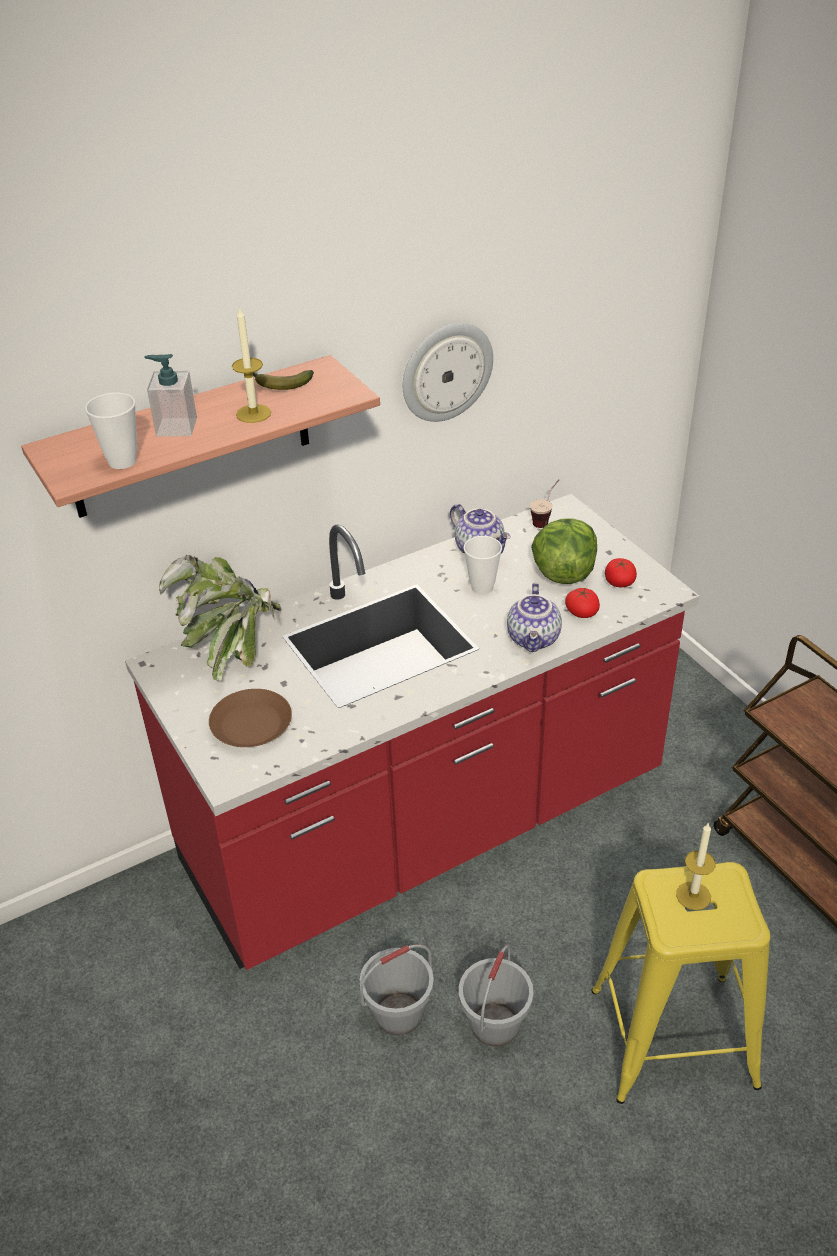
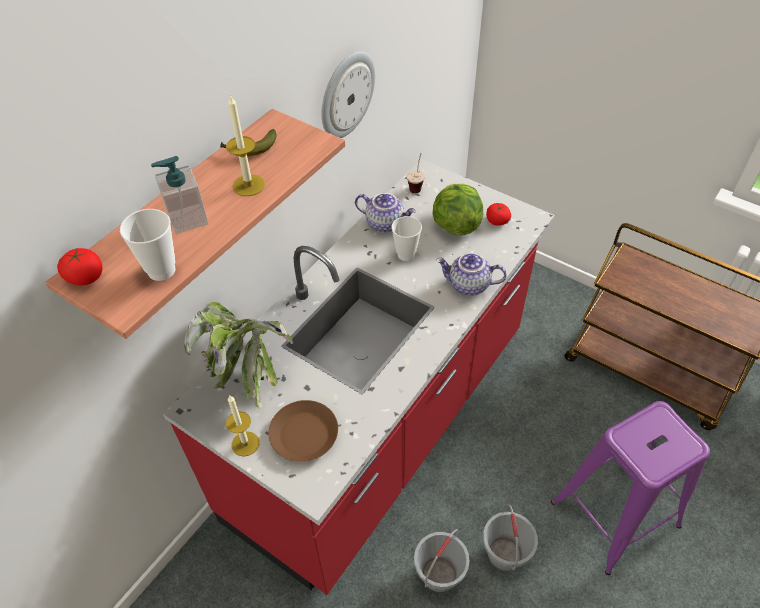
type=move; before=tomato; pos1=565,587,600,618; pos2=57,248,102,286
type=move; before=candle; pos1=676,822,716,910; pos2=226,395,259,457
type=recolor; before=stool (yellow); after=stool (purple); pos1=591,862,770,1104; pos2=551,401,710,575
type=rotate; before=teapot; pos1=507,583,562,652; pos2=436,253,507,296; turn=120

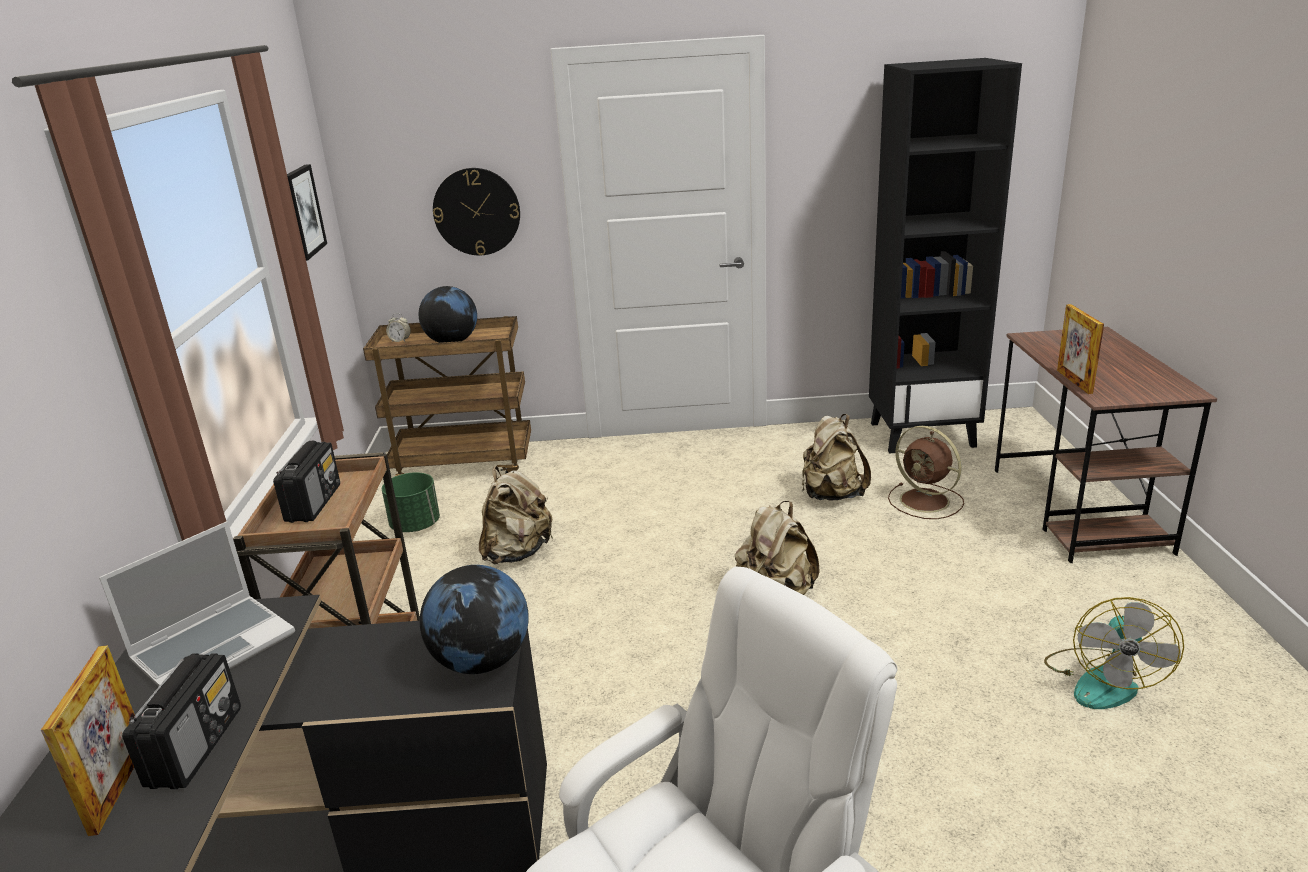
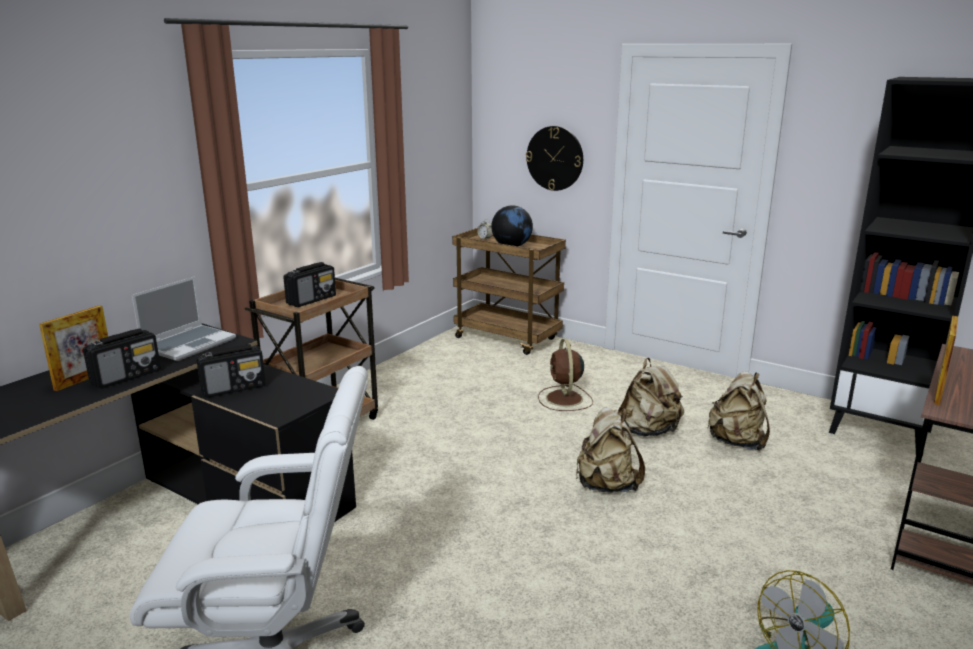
type=delete; before=picture; pos1=287,164,327,261
type=delete; before=planter (green); pos1=382,472,440,532
type=delete; before=globe; pos1=420,565,529,674
type=insert; after=radio; pos2=196,344,266,398
type=move; before=backpack (beige); pos1=479,466,553,564; pos2=618,357,684,437
type=move; before=fan (brown); pos1=888,426,964,519; pos2=538,339,593,411
type=rotate; before=laptop; pos1=99,521,295,686; pos2=132,276,236,361; turn=-45

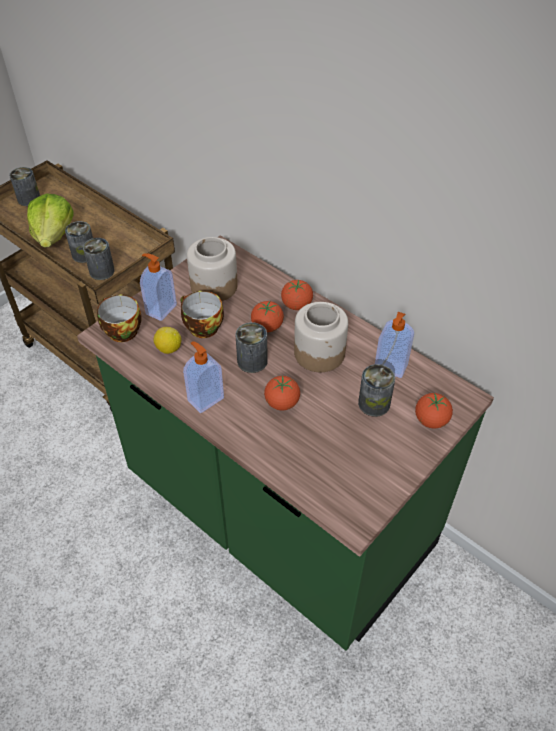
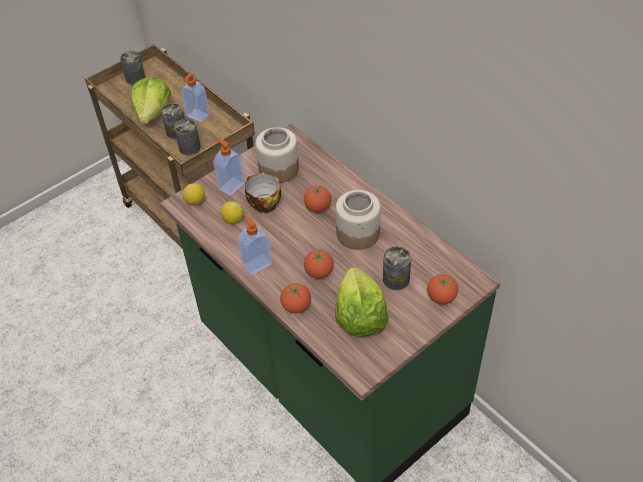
type=delete; before=can; pos1=236,322,268,373
type=insert; after=lettuce; pos2=335,267,389,337
type=move; before=tomato; pos1=281,280,313,310; pos2=280,283,311,313
type=move; before=soap dispenser; pos1=375,312,414,378; pos2=181,73,210,122
type=replace; before=cup; after=lemon; pos1=97,295,142,342; pos2=183,183,205,205

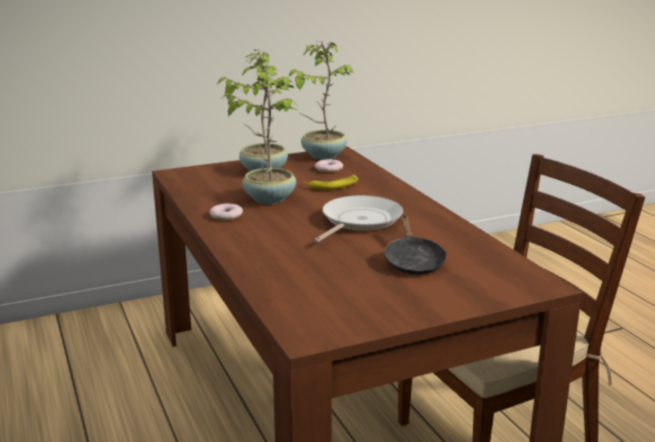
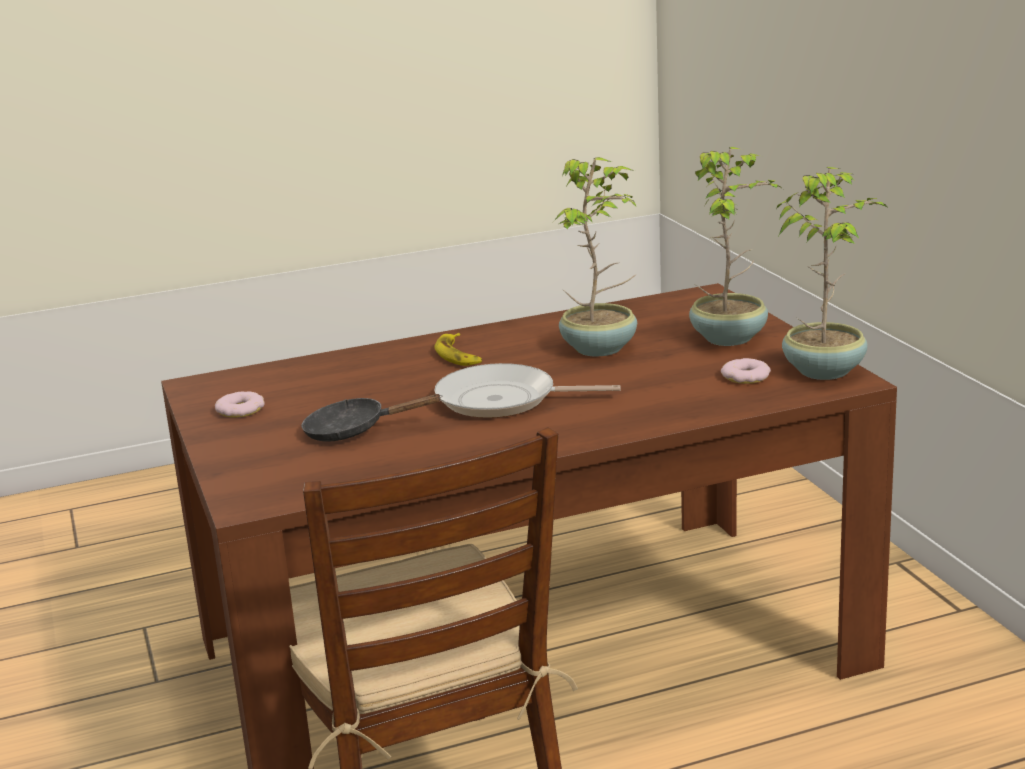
type=move; before=donut; pos1=210,203,243,221; pos2=215,391,265,418
type=move; before=banana; pos1=303,175,358,190; pos2=435,333,482,366
type=rotate; before=frying pan; pos1=314,195,403,243; pos2=434,363,621,418; turn=150

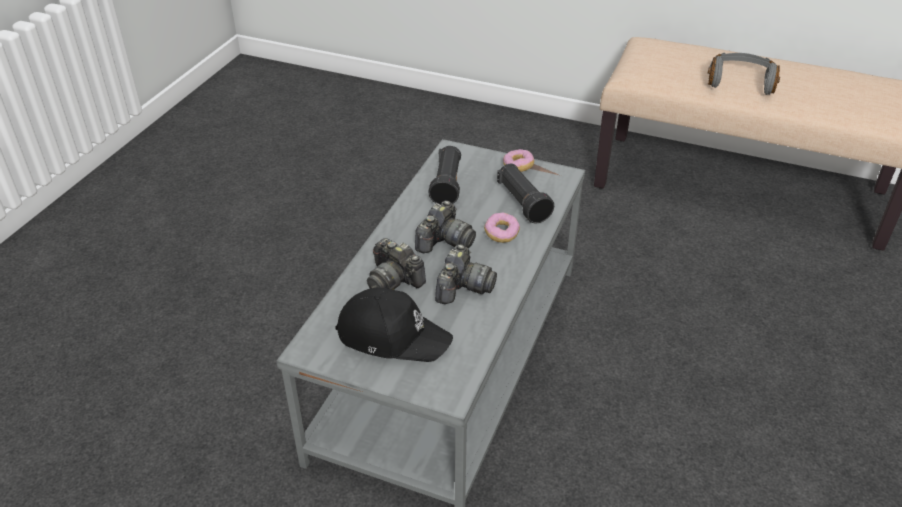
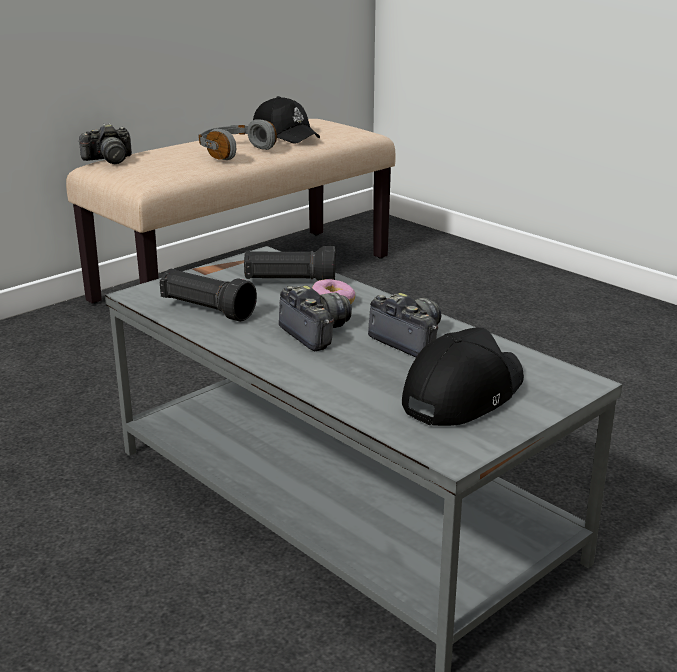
type=delete; before=donut; pos1=503,149,534,172
type=insert; after=cap (black); pos2=253,96,320,144
type=move; before=photo camera; pos1=367,238,426,290; pos2=78,123,132,164

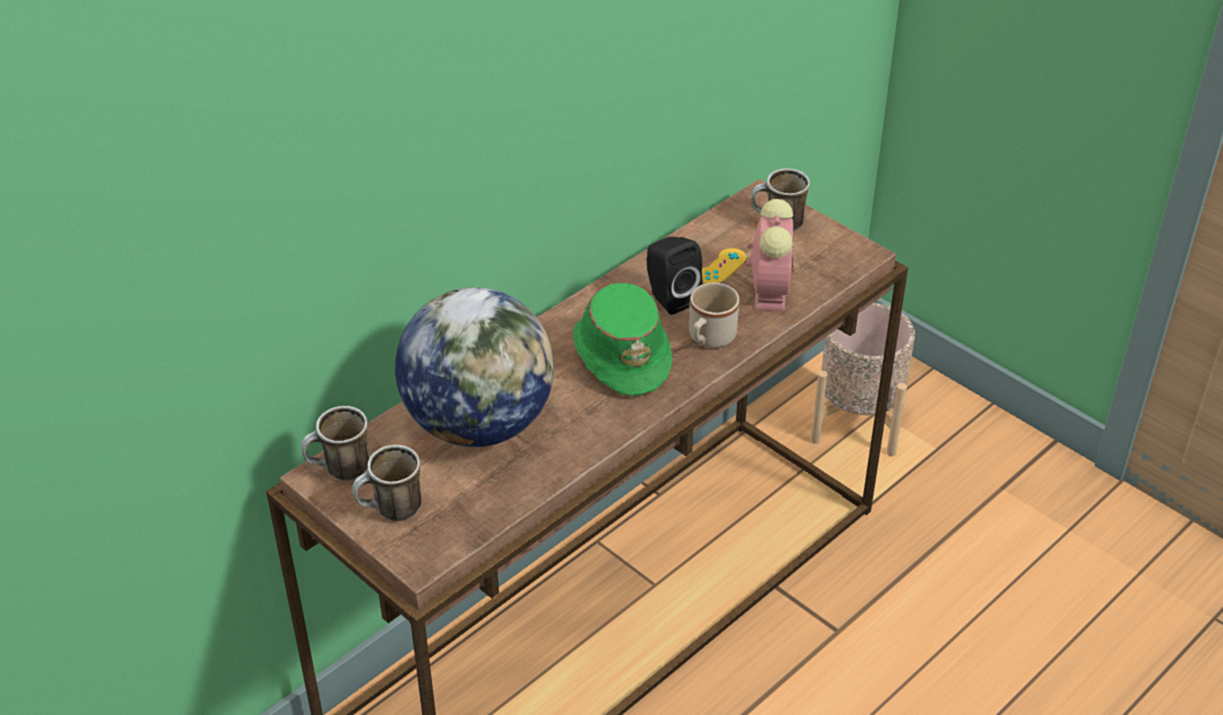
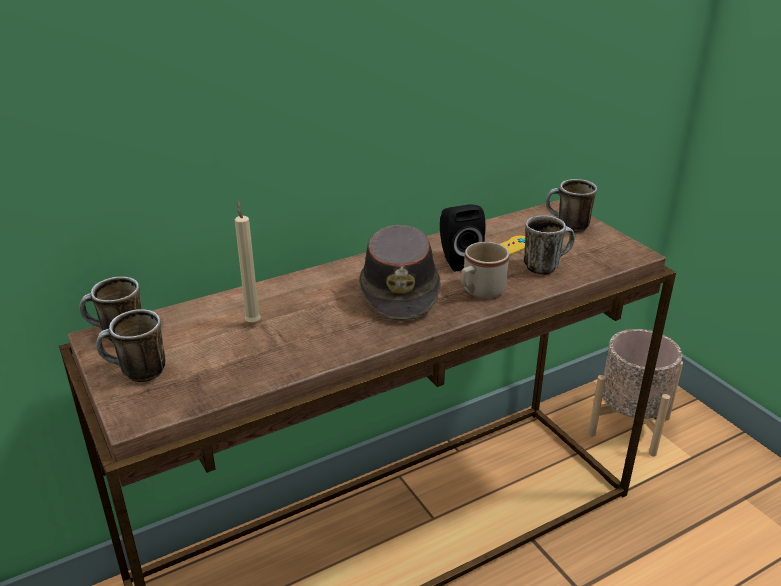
type=replace; before=globe; after=candle (beige); pos1=395,287,554,447; pos2=235,200,261,324
type=replace; before=alarm clock; after=mug; pos1=746,199,794,311; pos2=524,215,575,275
type=recolor; before=hat (green); after=hat (brown); pos1=573,283,672,397; pos2=359,225,441,321

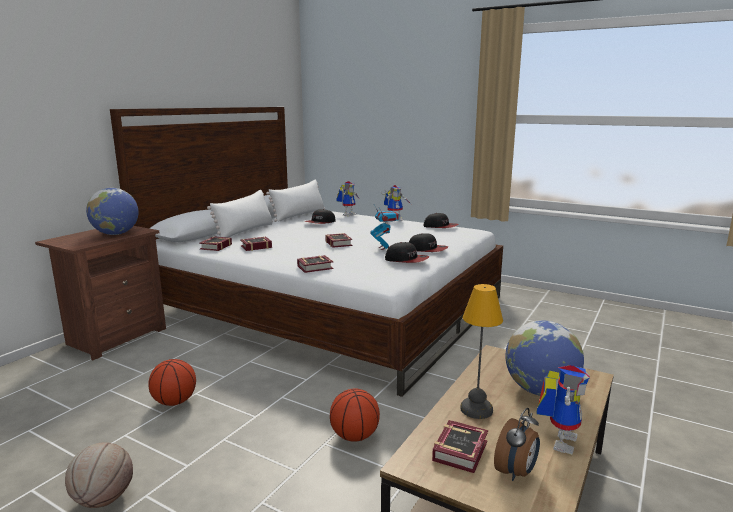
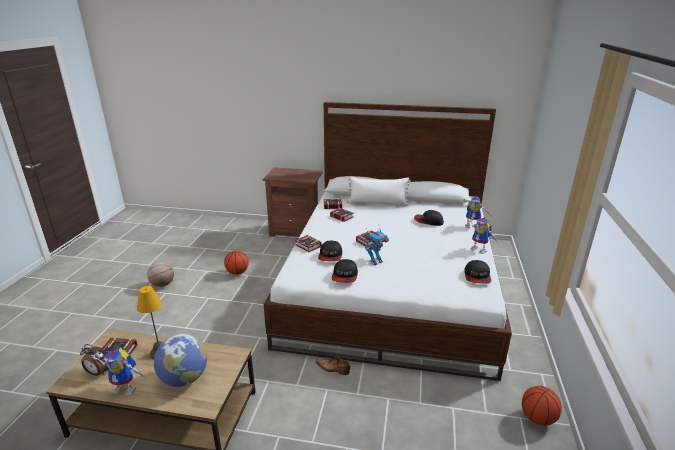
type=delete; before=globe; pos1=86,188,138,235
type=delete; before=pillow (white); pos1=266,180,325,222
type=insert; after=shoe; pos2=316,357,350,375
type=move; before=basketball; pos1=330,389,380,442; pos2=522,386,562,426
type=move; before=cap; pos1=409,233,449,252; pos2=318,241,342,262

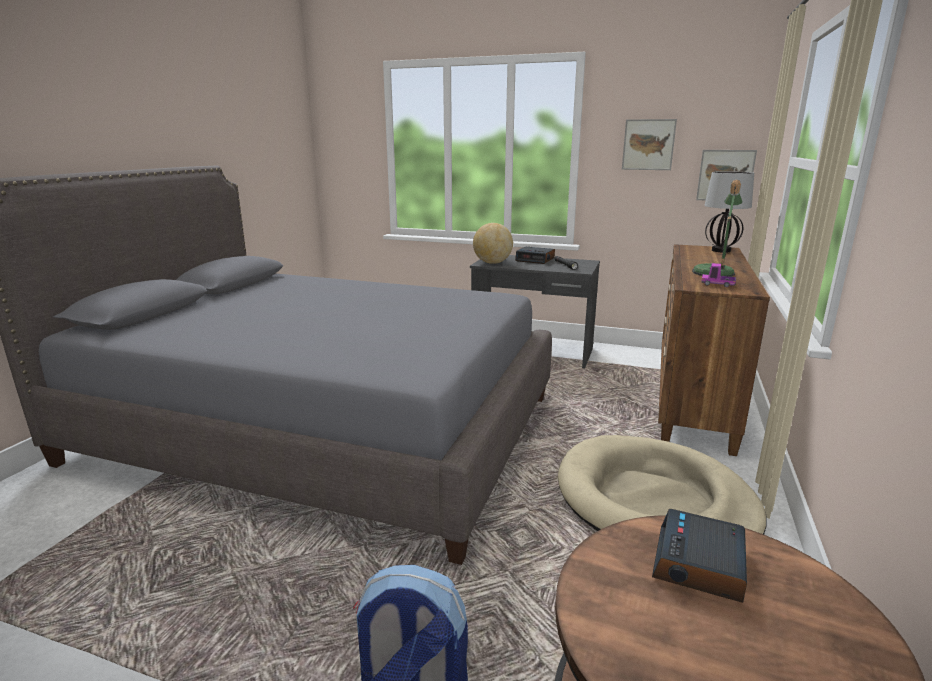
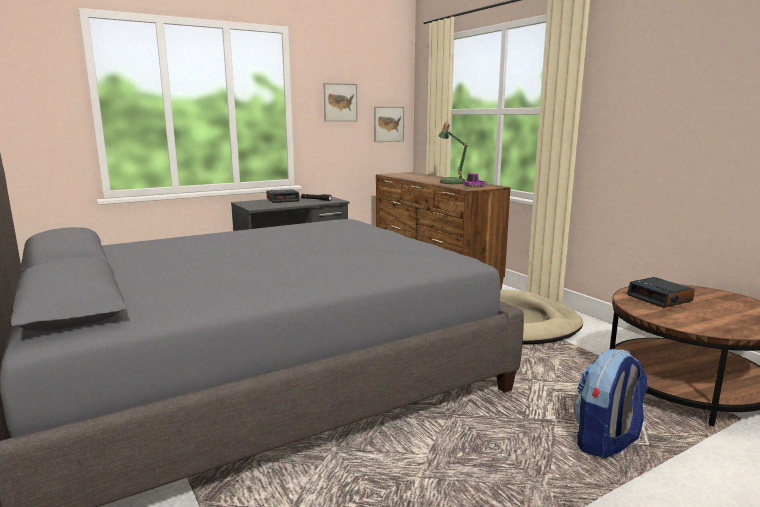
type=delete; before=globe; pos1=473,223,513,264
type=delete; before=table lamp; pos1=704,171,754,253

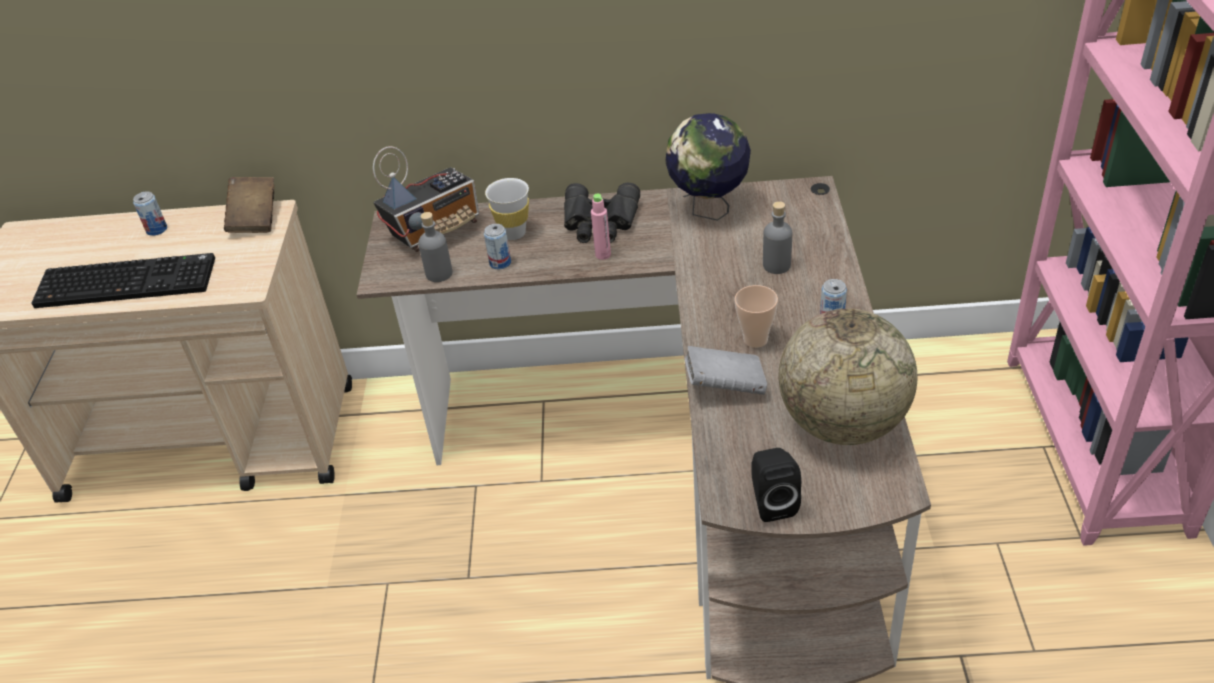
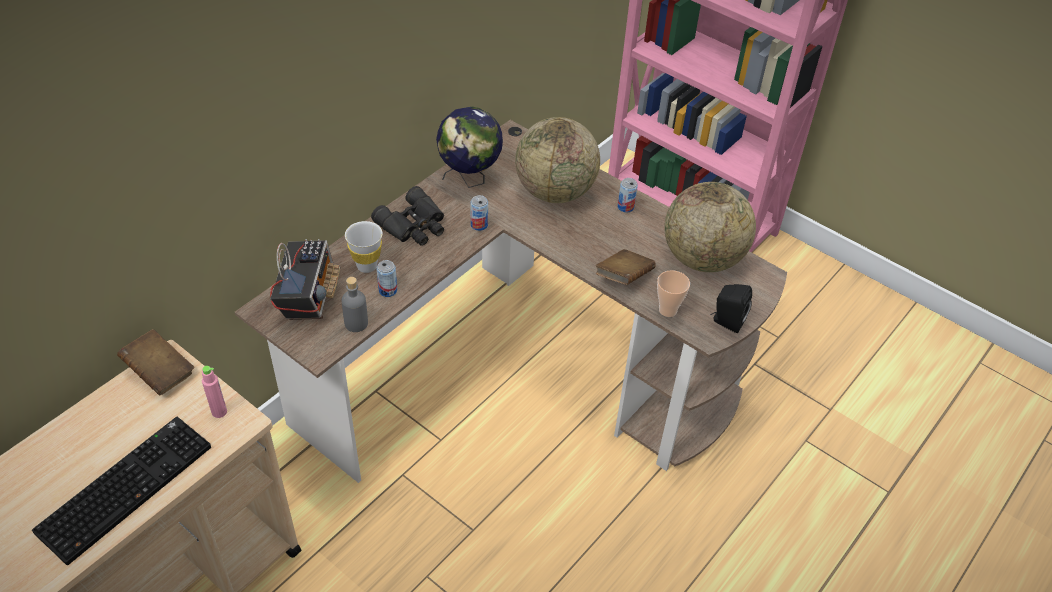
type=move; before=can; pos1=133,192,167,236; pos2=471,195,488,231
type=move; before=bottle (pink); pos1=591,193,611,260; pos2=202,366,227,418
type=move; before=cup; pos1=735,285,778,348; pos2=657,270,690,317
type=replace; before=bottle (grey); after=globe; pos1=763,201,792,274; pos2=515,117,600,203
type=recolor; before=book (grey); after=book (brown); pos1=684,346,767,395; pos2=596,249,656,285

